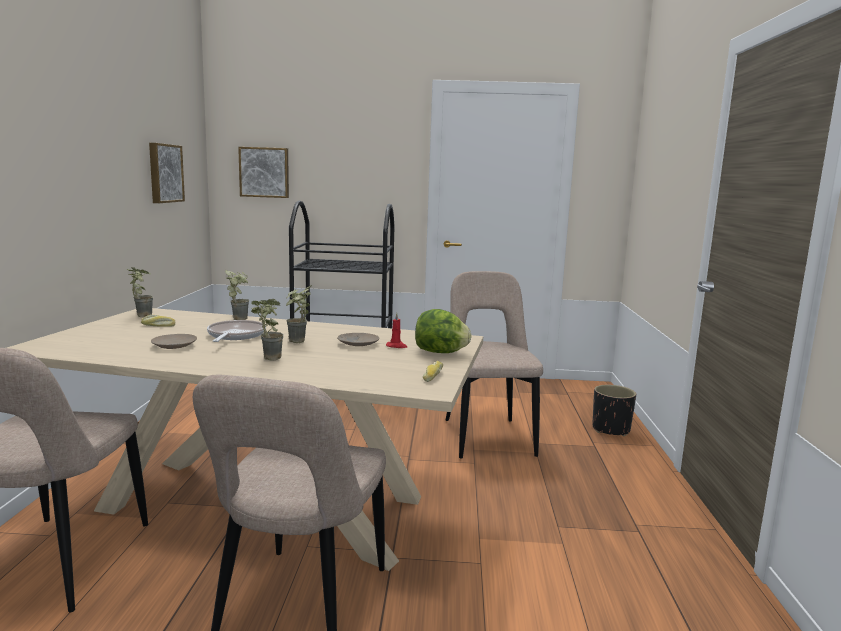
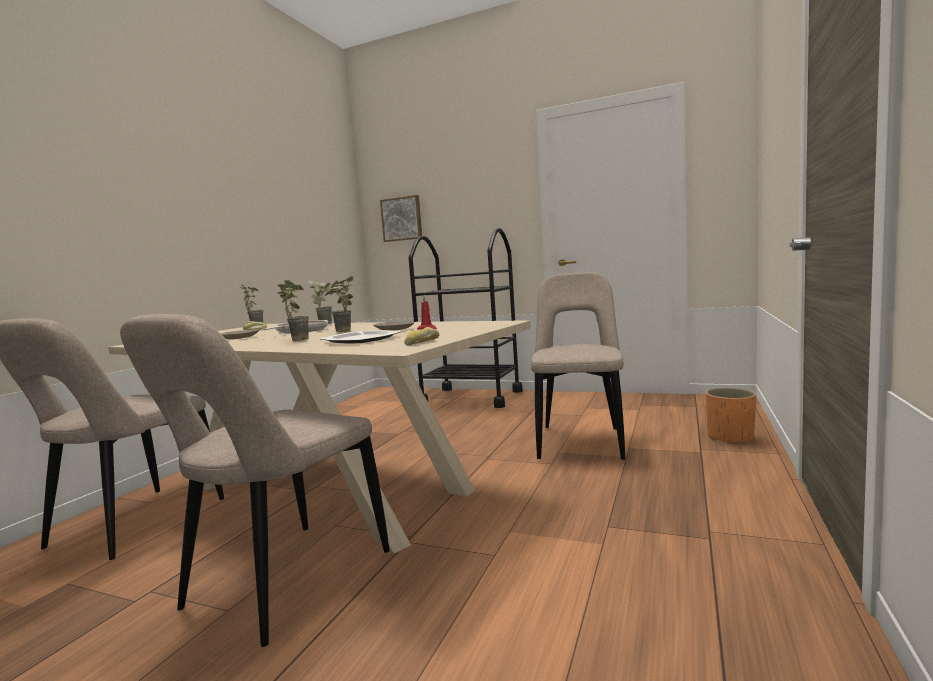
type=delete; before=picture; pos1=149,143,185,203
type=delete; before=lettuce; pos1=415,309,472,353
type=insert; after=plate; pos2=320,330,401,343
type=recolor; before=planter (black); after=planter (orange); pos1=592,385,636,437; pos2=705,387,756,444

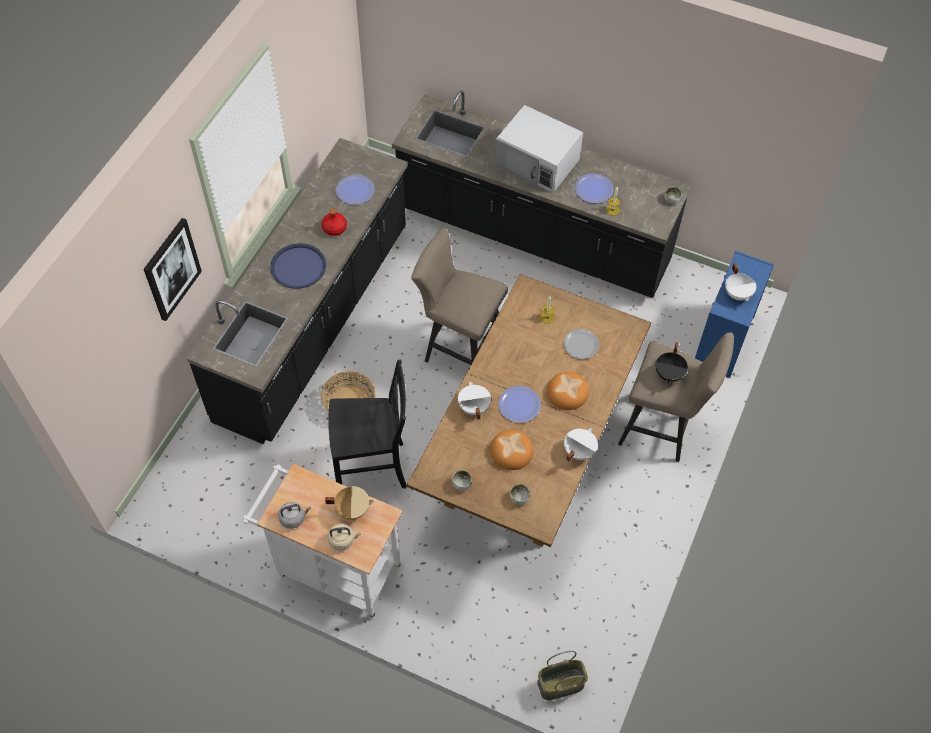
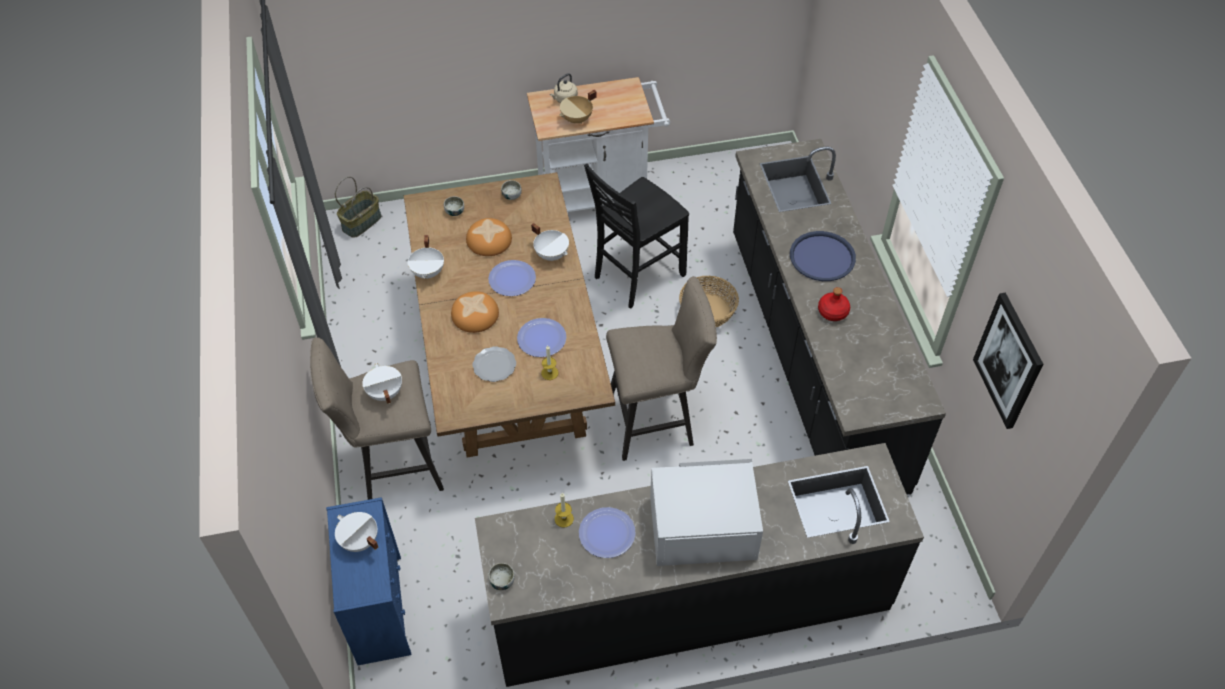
type=delete; before=kettle (grey); pos1=278,502,311,529
type=move; before=picture; pos1=144,218,202,321; pos2=973,293,1043,429
type=move; before=plate; pos1=336,175,375,205; pos2=517,318,566,357
type=recolor; before=cooking pot (black); after=cooking pot (white); pos1=655,342,688,383; pos2=362,363,402,404

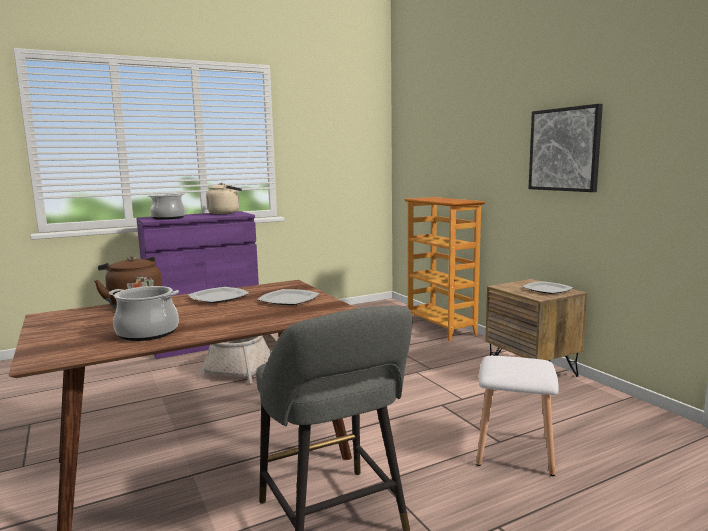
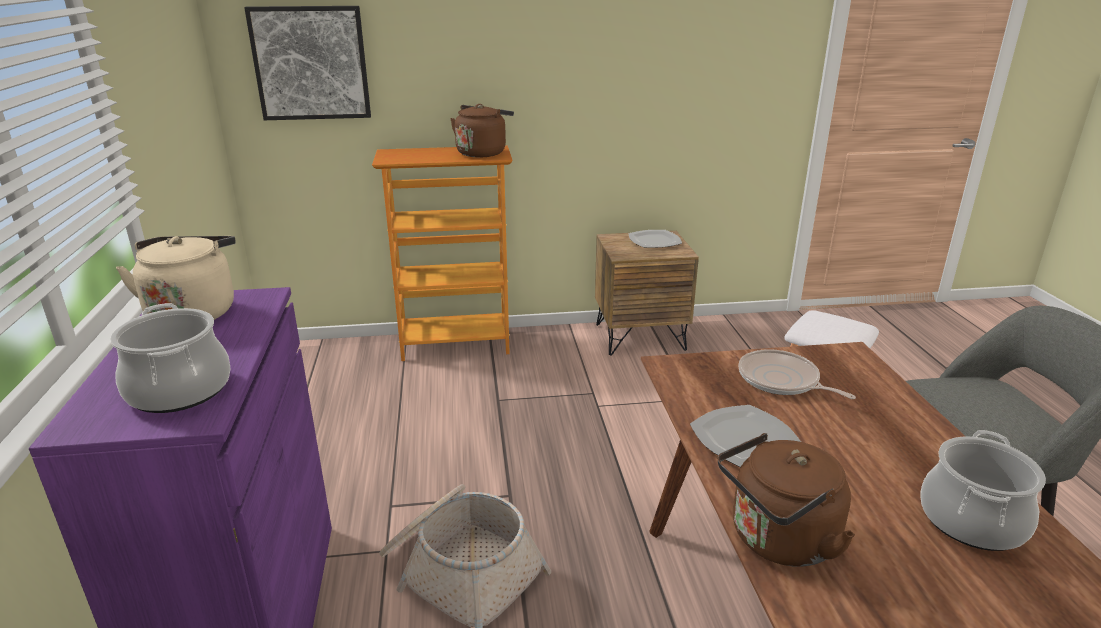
type=insert; after=kettle (brown); pos2=450,104,514,157
type=move; before=picture; pos1=529,104,603,192; pos2=244,6,371,120
type=replace; before=plate; after=frying pan; pos1=257,289,320,305; pos2=738,349,856,399

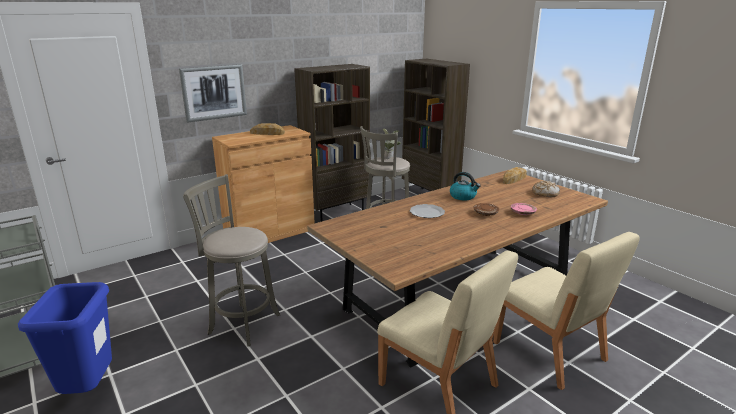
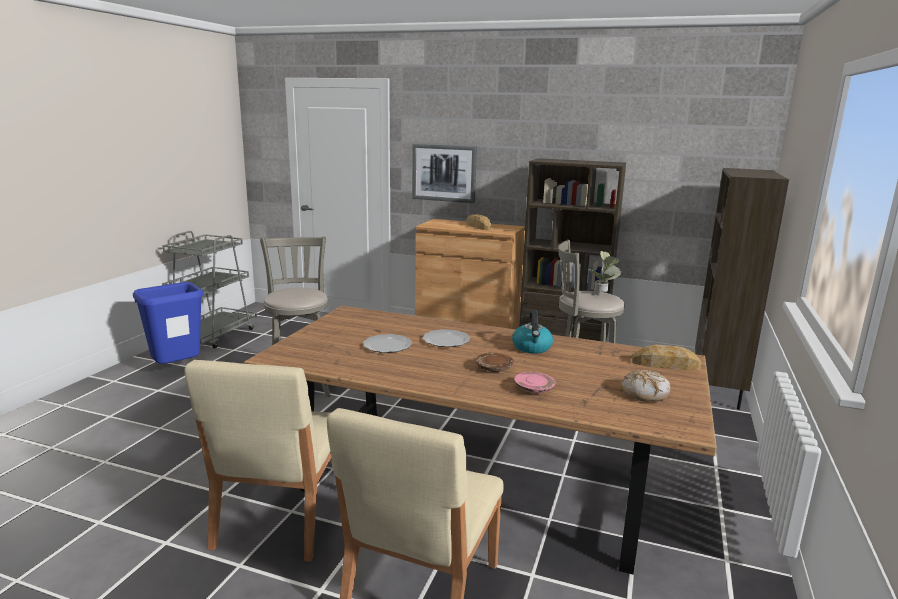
type=insert; after=plate; pos2=363,334,412,353

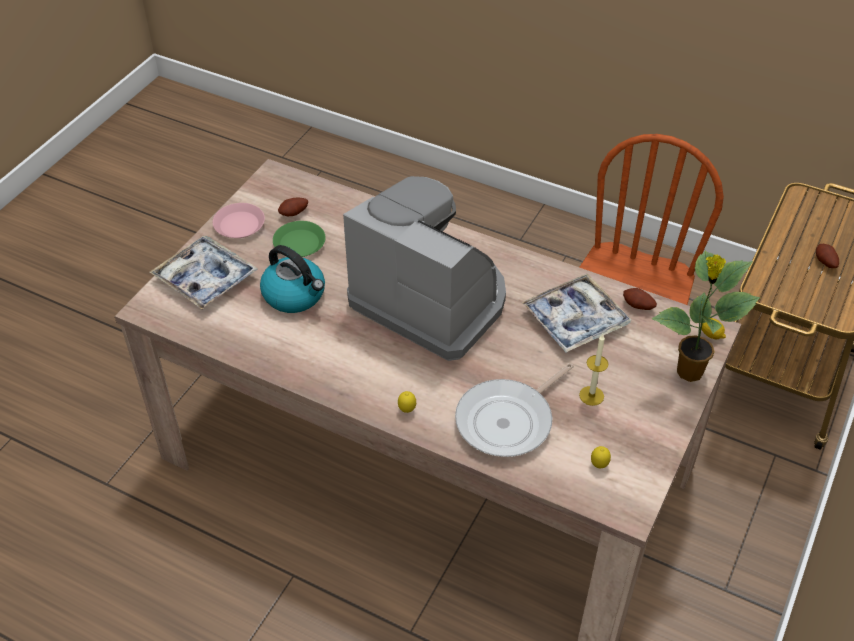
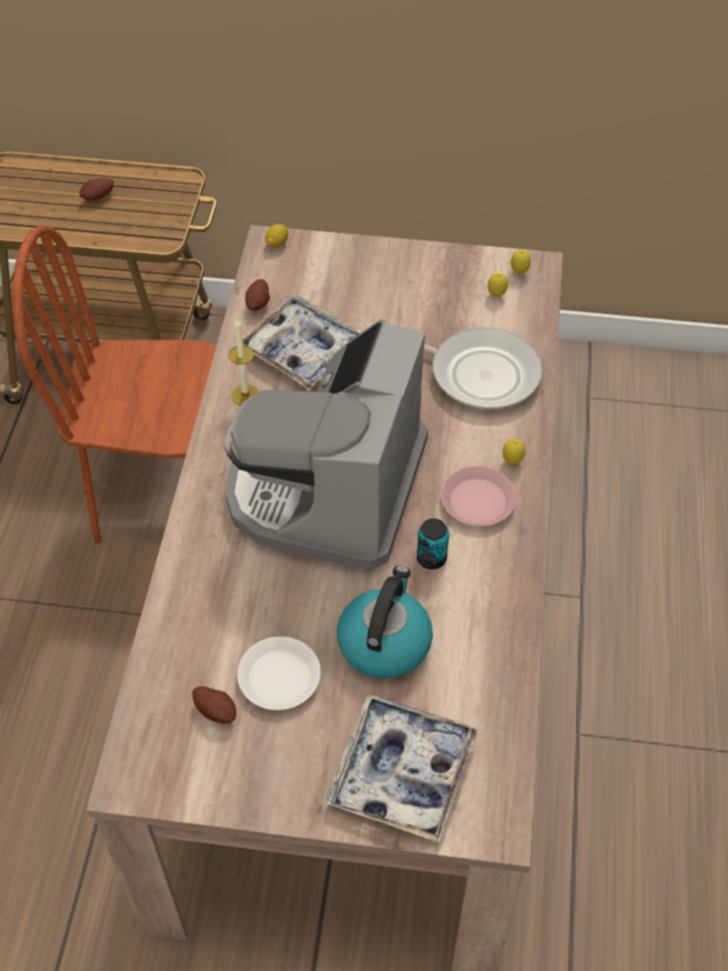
type=delete; before=potted plant; pos1=651,251,760,382
type=insert; after=can; pos2=417,518,449,569
type=insert; after=lemon; pos2=511,250,531,274
type=move; before=plate (pink); pos1=213,203,265,238; pos2=441,466,517,526
type=move; before=candle; pos1=579,335,608,406; pos2=229,319,259,406
type=recolor; before=plate (green); after=plate (white); pos1=273,221,326,257; pos2=237,636,321,710

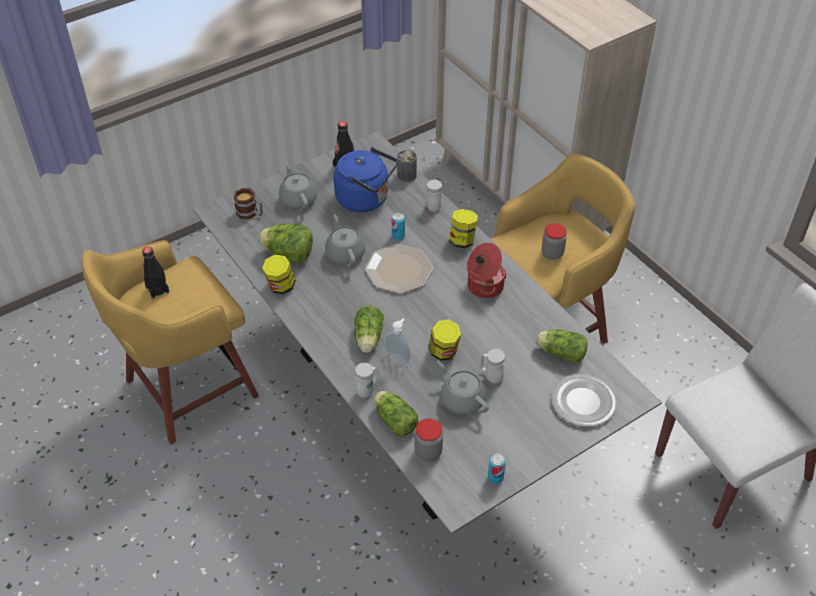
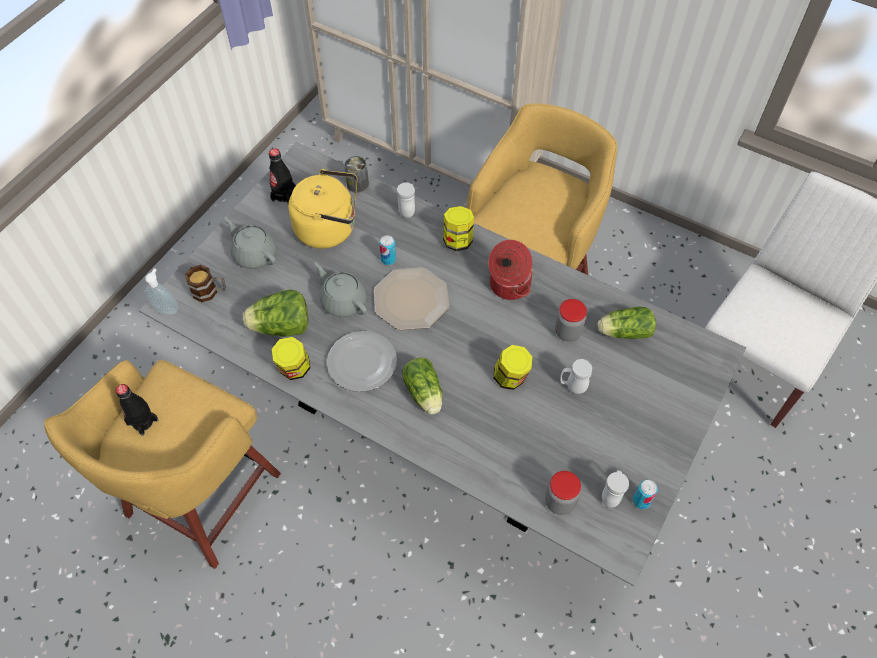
type=delete; before=lettuce; pos1=374,391,419,437
type=delete; before=teapot (grey); pos1=437,360,489,415
type=move; before=mug (white); pos1=355,363,378,398; pos2=602,470,629,508
type=move; before=soap dispenser; pos1=385,318,410,365; pos2=144,269,179,315
type=move; before=jar; pos1=542,223,567,260; pos2=555,299,587,342
type=move; before=plate; pos1=551,374,617,427; pos2=327,331,397,392
type=recolor; before=kettle (blue); after=kettle (yellow); pos1=334,147,398,212; pos2=288,169,357,248

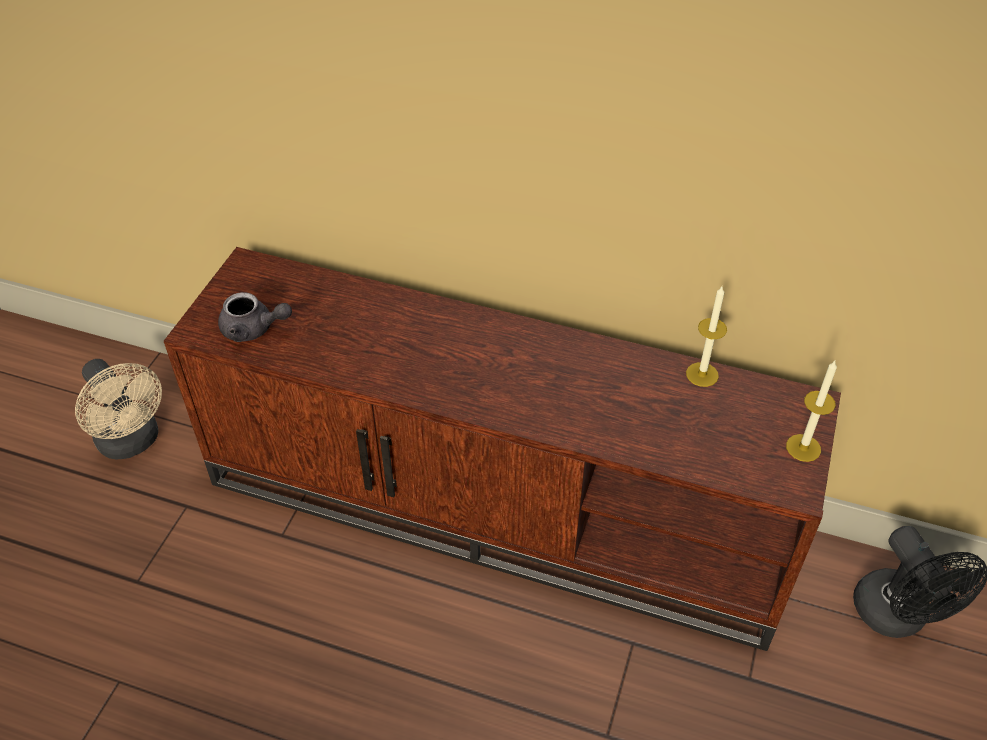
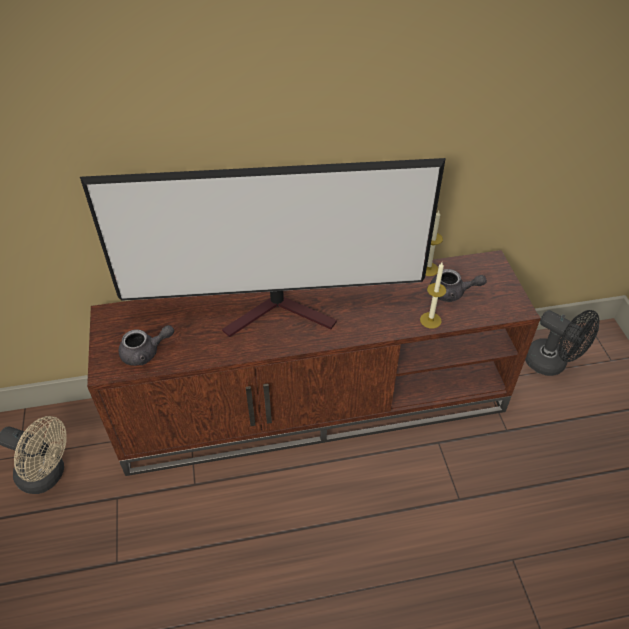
type=insert; after=television; pos2=80,158,446,337
type=insert; after=teapot (grey); pos2=430,269,487,302
type=move; before=candle; pos1=786,361,837,462; pos2=420,262,446,329

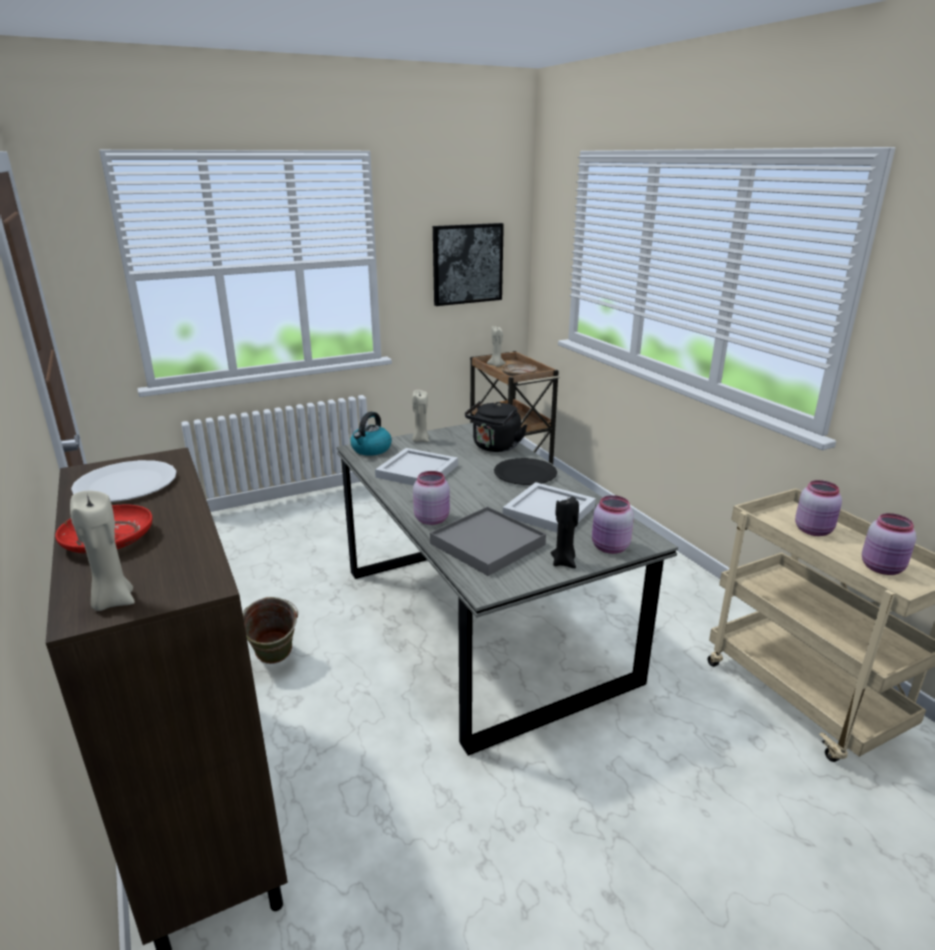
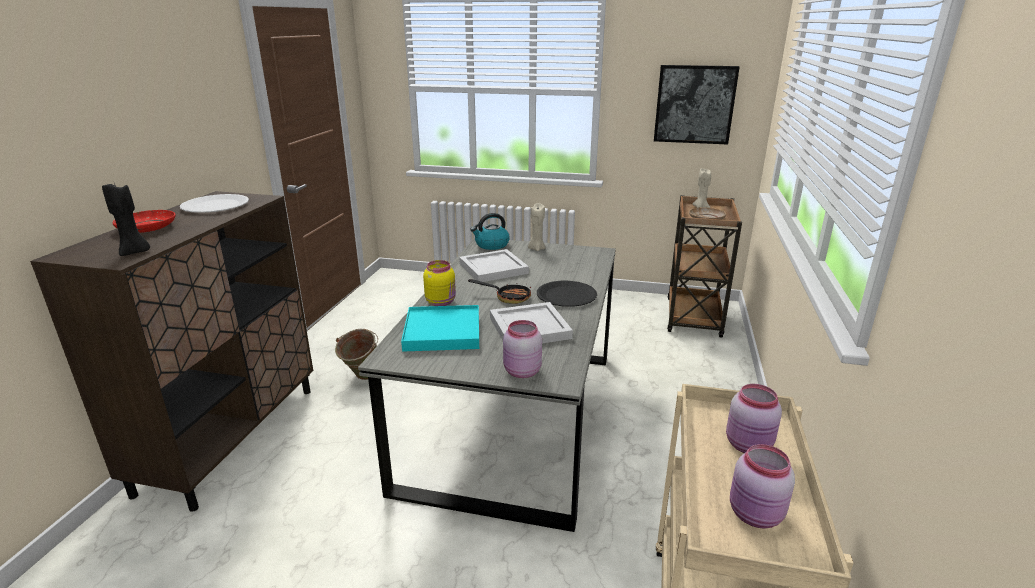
type=delete; before=candle (beige); pos1=70,491,135,611
type=delete; before=kettle (black); pos1=465,401,527,452
type=insert; after=frying pan; pos2=468,279,531,304
type=move; before=candle (black); pos1=551,496,579,568; pos2=102,183,150,256
type=recolor; before=jar (pink); after=jar (yellow); pos1=413,471,450,525; pos2=423,260,456,306
type=recolor; before=tray (grey); after=tray (turquoise); pos1=430,506,546,576; pos2=401,305,479,352

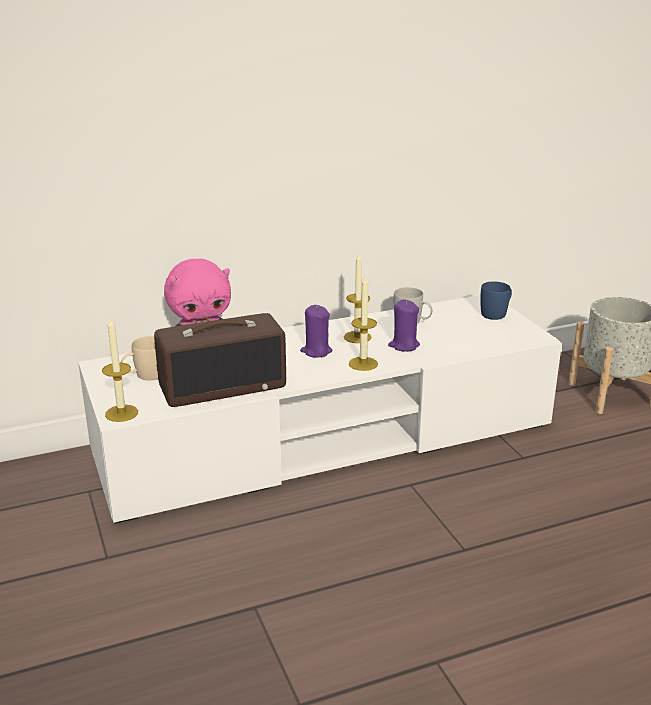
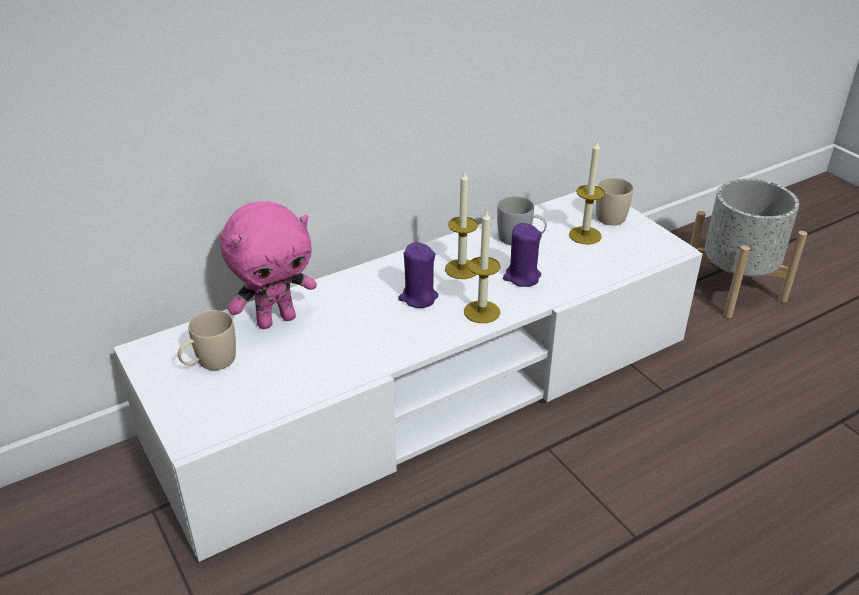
type=delete; before=radio; pos1=154,313,286,407
type=move; before=candle; pos1=102,317,138,422; pos2=569,139,605,244
type=recolor; before=mug (blue); after=mug (beige); pos1=480,281,512,320; pos2=596,178,633,226

